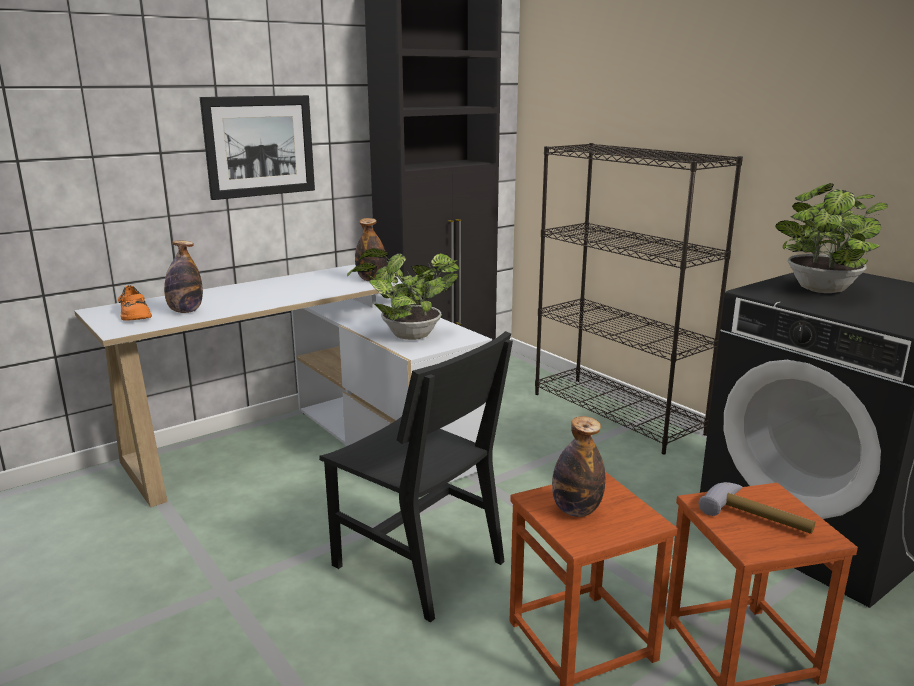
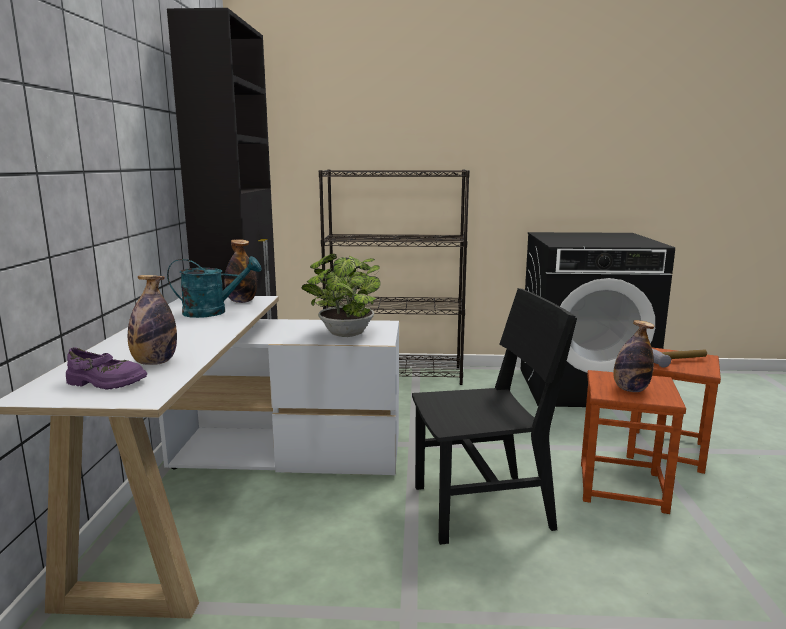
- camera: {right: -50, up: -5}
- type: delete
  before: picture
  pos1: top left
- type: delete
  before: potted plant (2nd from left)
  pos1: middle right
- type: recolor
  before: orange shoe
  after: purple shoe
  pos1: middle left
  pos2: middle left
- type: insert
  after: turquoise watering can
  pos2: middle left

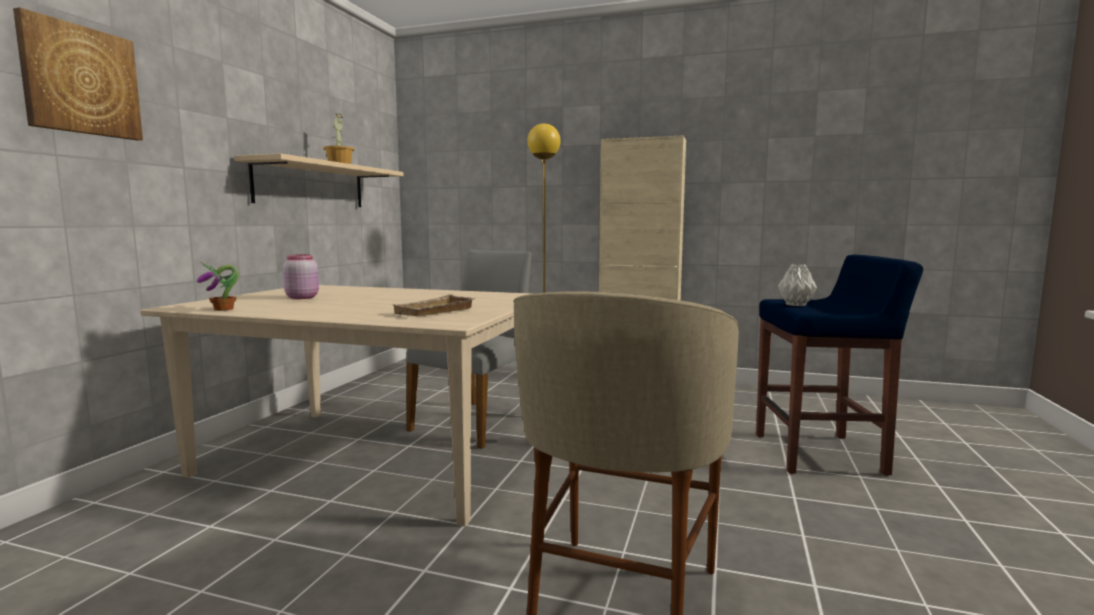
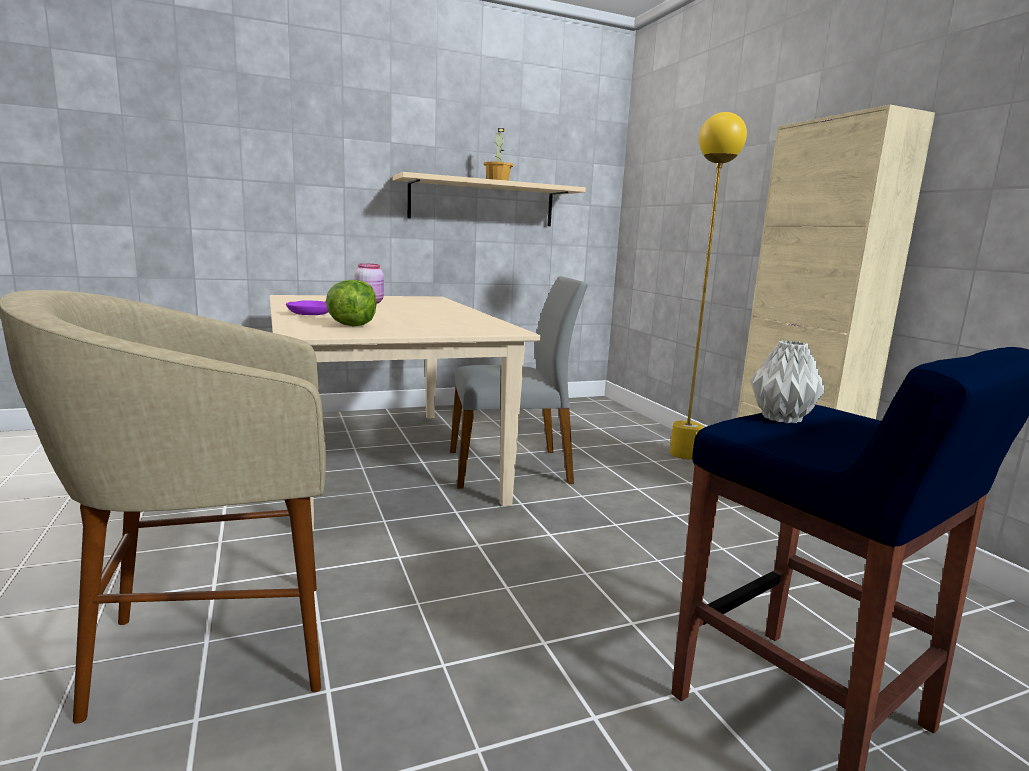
- camera: {right: 50, up: 5}
- type: delete
  before: picture
  pos1: top left
- type: delete
  before: potted plant (1st from left)
  pos1: middle left
- type: replace
  before: beige tray
  after: lettuce
  pos1: centre
  pos2: centre
- type: insert
  after: purple bowl
  pos2: middle left

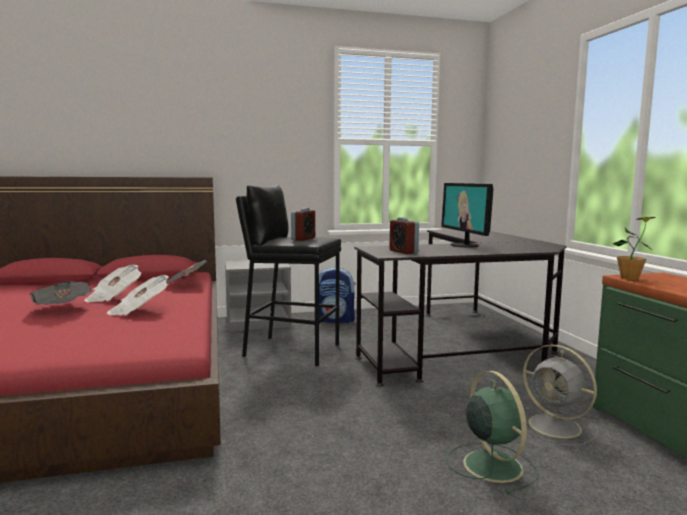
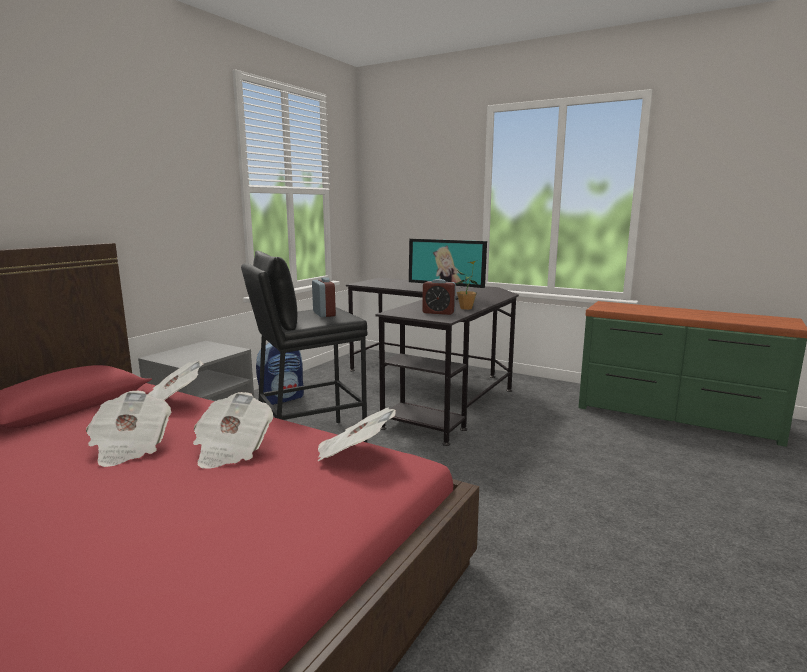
- camera: {right: -45, up: 5}
- type: move
  before: potted plant
  pos1: middle right
  pos2: centre
- type: move
  before: newspaper (1st from left in the first image)
  after: newspaper (4th from left)
  pos1: middle left
  pos2: centre
- type: delete
  before: grey fan
  pos1: bottom right
- type: delete
  before: green fan
  pos1: bottom right

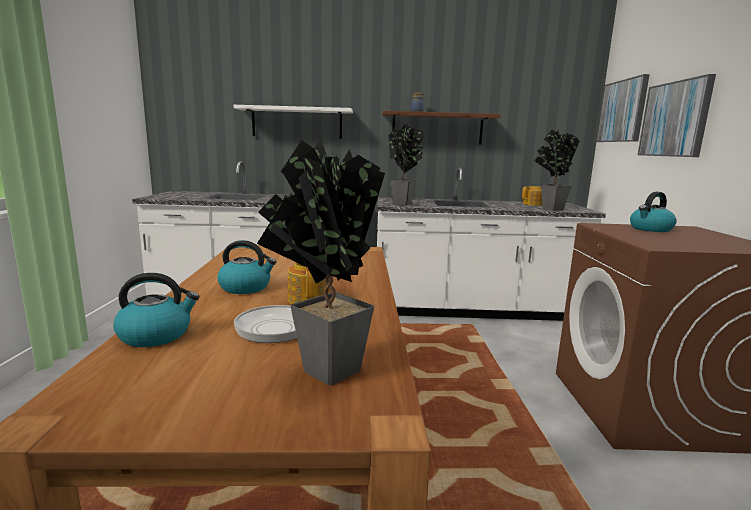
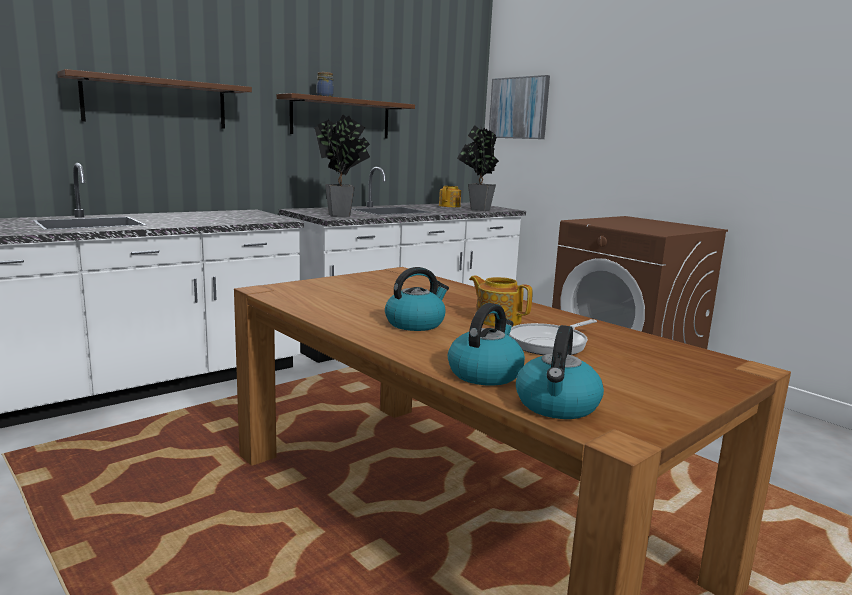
- camera: {right: -40, up: 0}
- type: delete
  before: picture (2nd from left)
  pos1: top right
- type: recolor
  before: white shelf
  after: brown shelf (1st from left)
  pos1: top centre
  pos2: top left
- type: delete
  before: potted plant (1st from left)
  pos1: centre
- type: move
  before: kettle (3rd from left)
  pos1: middle right
  pos2: centre

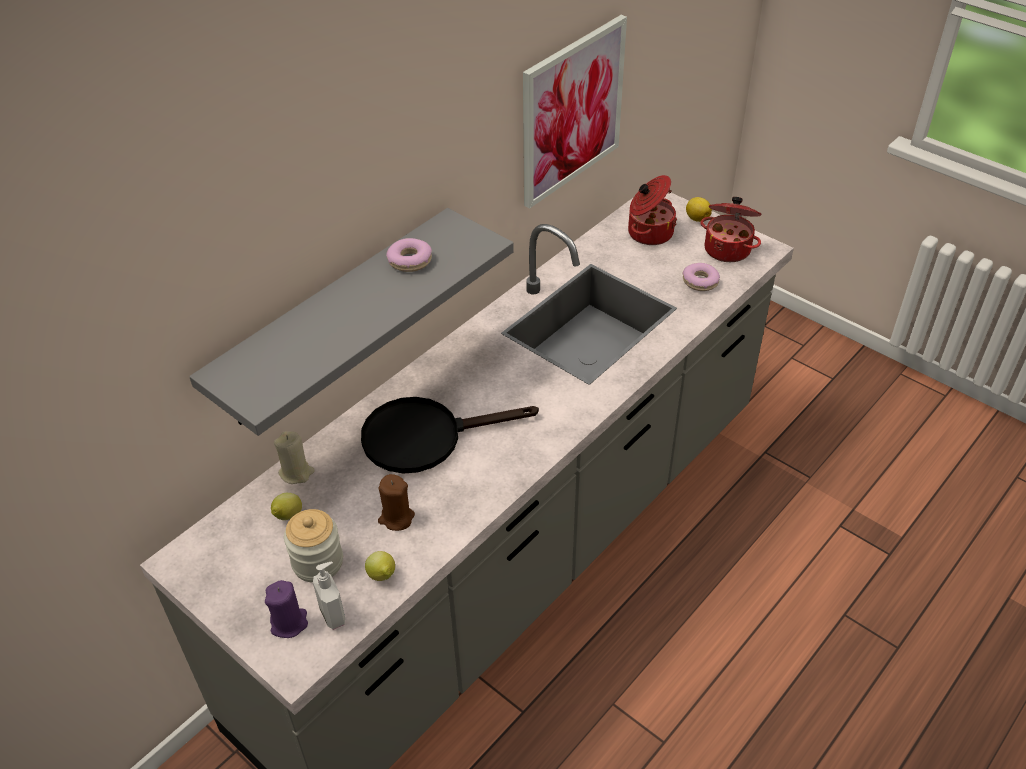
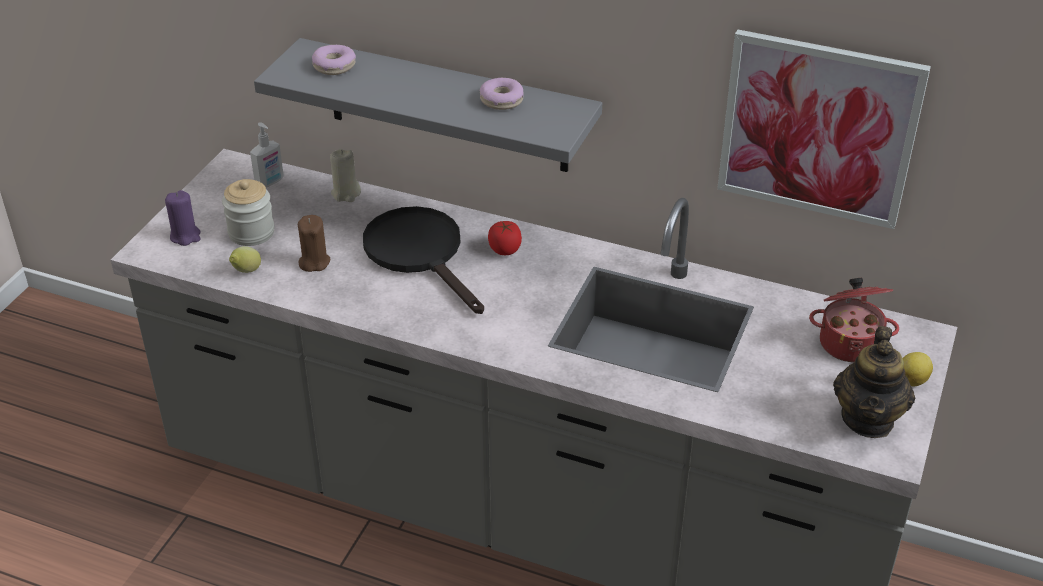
- camera: {right: 70, up: -5}
- type: replace
  before: cooking pot (2nd from left)
  after: teapot
  pos1: top right
  pos2: middle right
- type: move
  before: donut (2nd from left in the first image)
  after: donut (1st from left)
  pos1: middle right
  pos2: top left
- type: delete
  before: lemon (1st from left)
  pos1: middle left
- type: move
  before: soap dispenser
  pos1: bottom left
  pos2: top left
- type: insert
  after: tomato
  pos2: centre

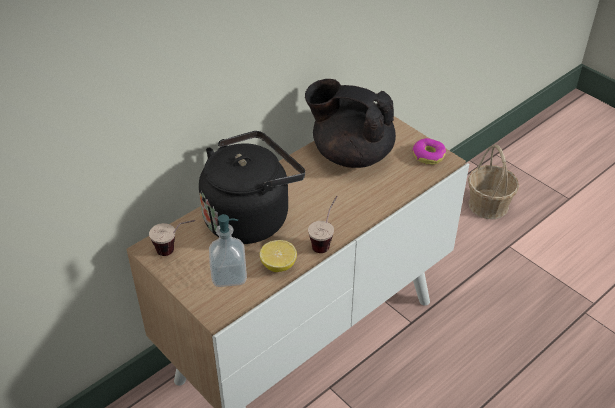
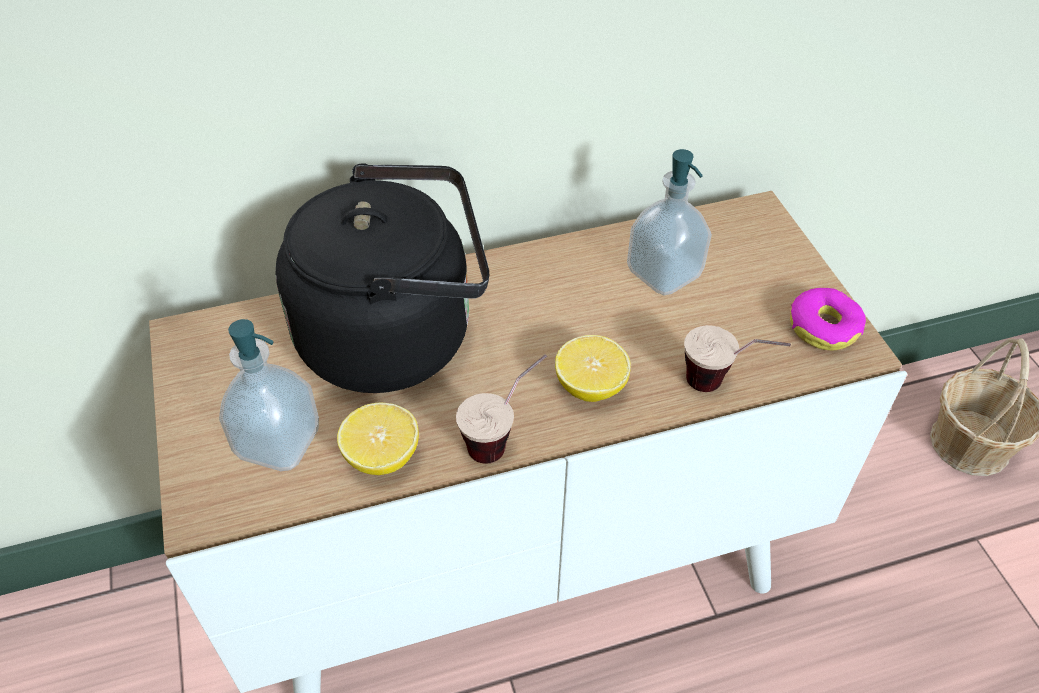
- camera: {right: 25, up: 5}
- type: replace
  before: black teapot
  after: soap dispenser (2nd from left)
  pos1: top centre
  pos2: top centre
- type: move
  before: cup (1st from left in the first image)
  after: cup (2nd from left)
  pos1: middle left
  pos2: middle right
- type: insert
  after: lemon (2nd from left)
  pos2: centre

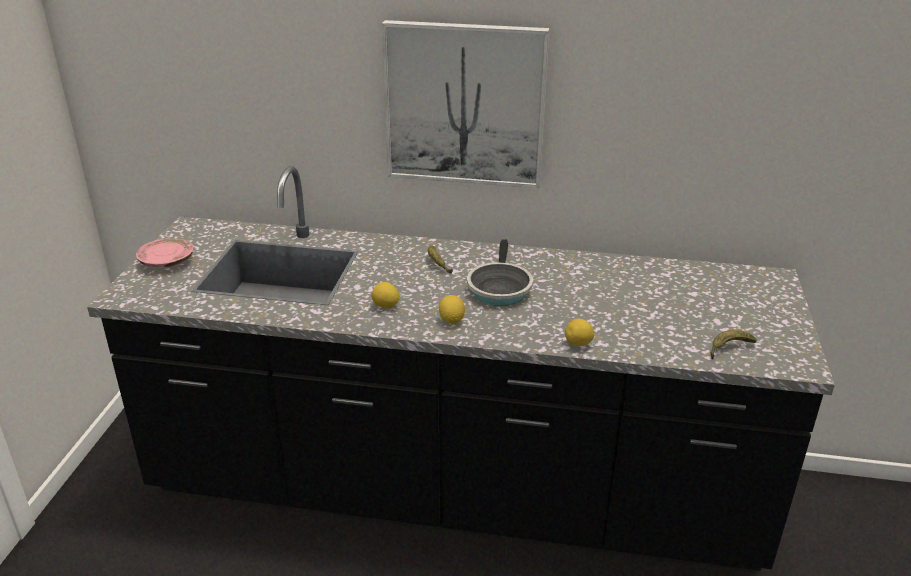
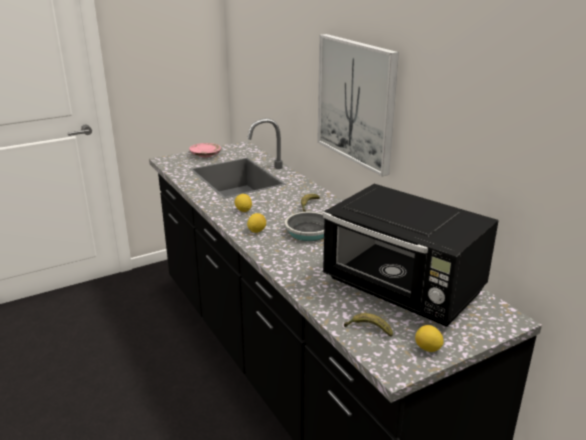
- camera: {right: 50, up: -5}
- type: move
  before: lemon (3rd from left)
  pos1: centre
  pos2: bottom right
- type: insert
  after: black microwave
  pos2: middle right

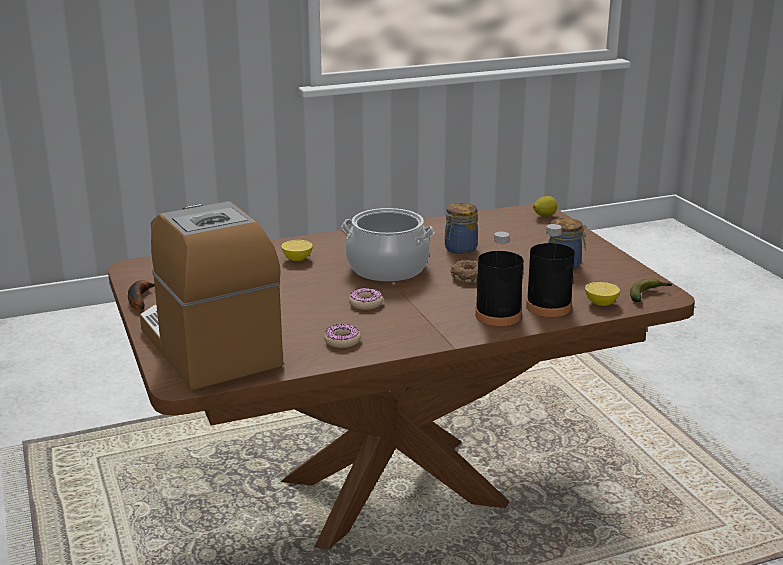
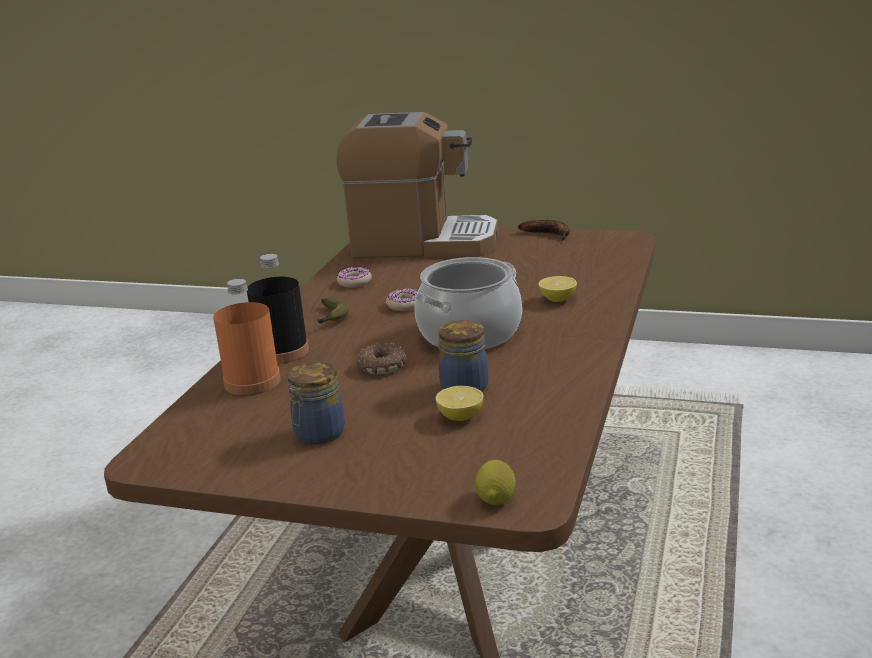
- camera: {right: 130, up: 0}
- type: recolor
  before: black bottle (2nd from left)
  after: orange bottle
  pos1: middle right
  pos2: middle left
- type: move
  before: banana (2nd from left in the first image)
  after: banana (1st from left)
  pos1: middle right
  pos2: centre
- type: move
  before: lemon (3rd from left in the first image)
  after: lemon (1st from left)
  pos1: middle right
  pos2: centre

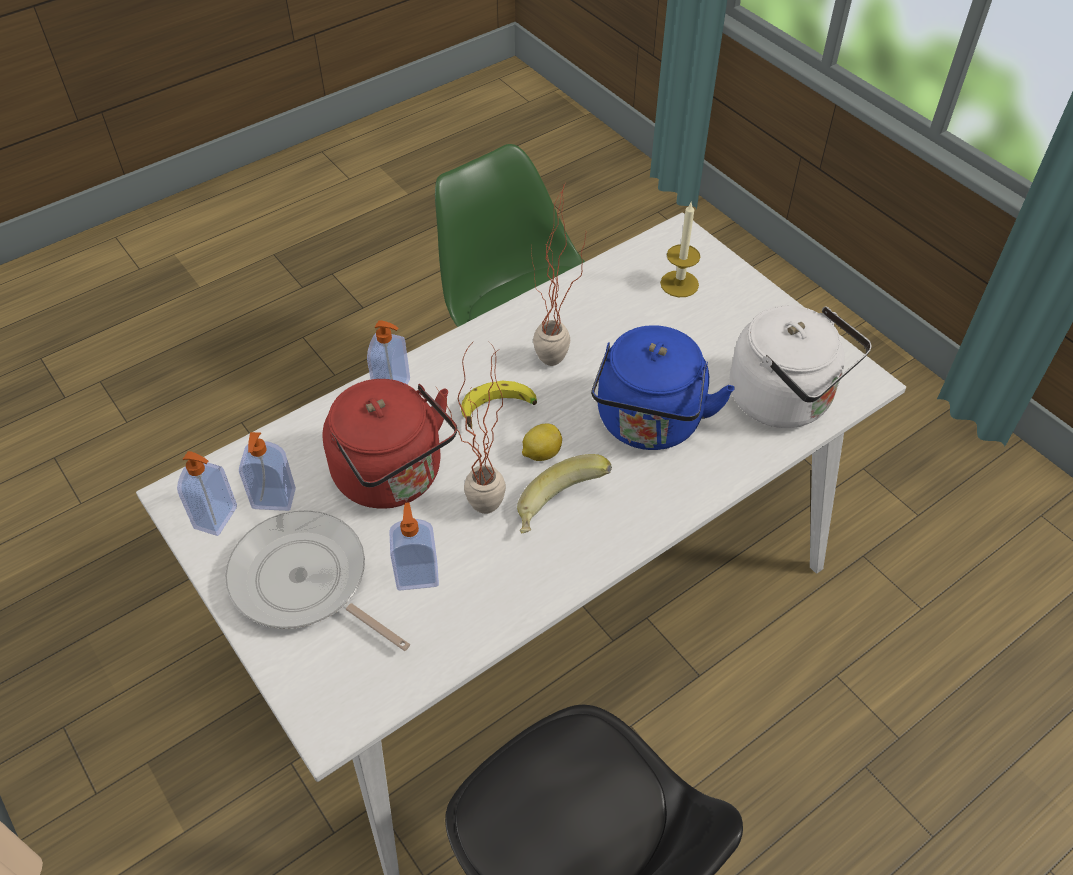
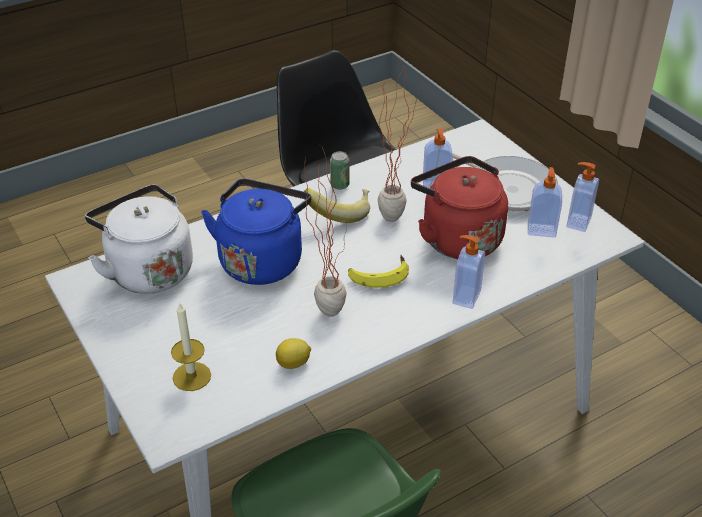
- camera: {right: -175, up: -10}
- type: move
  before: lemon
  pos1: centre
  pos2: bottom centre
- type: insert
  after: can
  pos2: top centre

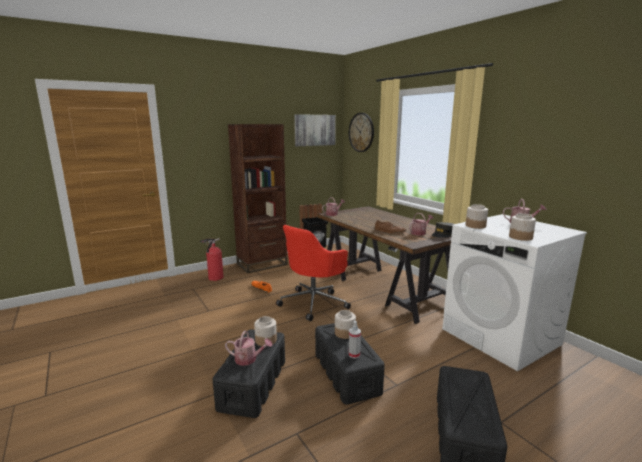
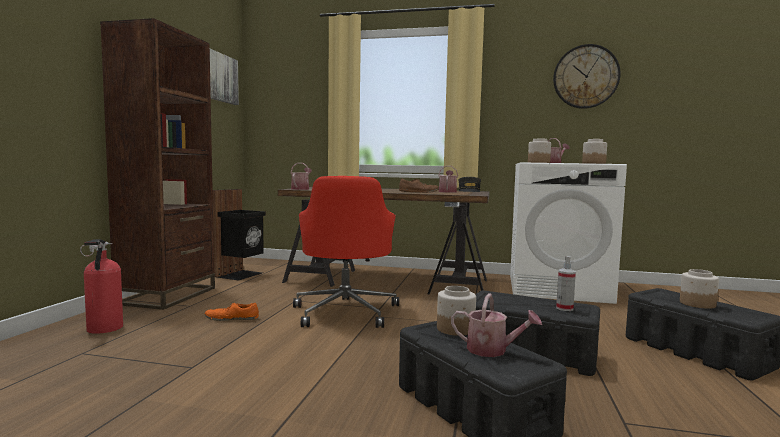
- camera: {right: -45, up: -10}
- type: move
  before: wall clock
  pos1: top centre
  pos2: top right
- type: move
  before: jar (2nd from left in the first image)
  after: jar (4th from left)
  pos1: bottom centre
  pos2: middle right
- type: rotate
  before: watering can (1st from left in the first image)
  pos1: bottom centre
  pos2: bottom centre
  turn: 60

